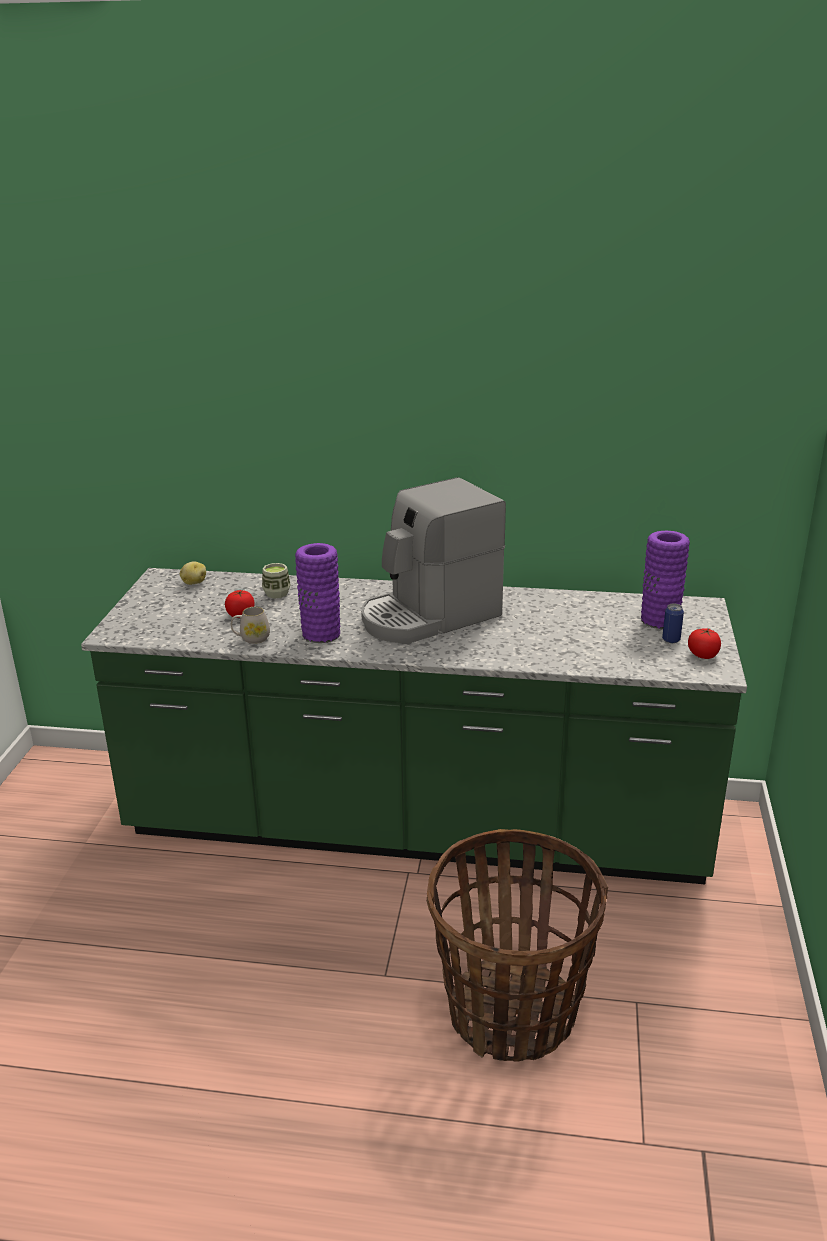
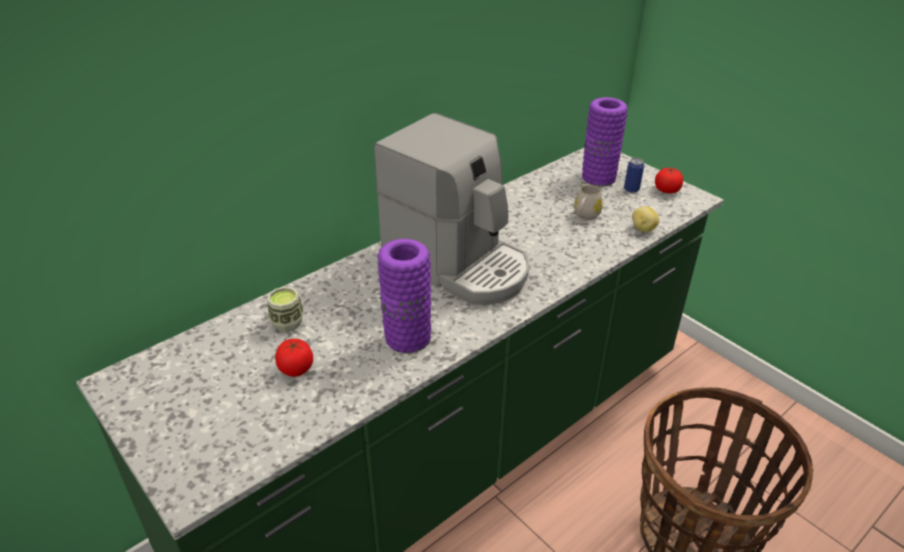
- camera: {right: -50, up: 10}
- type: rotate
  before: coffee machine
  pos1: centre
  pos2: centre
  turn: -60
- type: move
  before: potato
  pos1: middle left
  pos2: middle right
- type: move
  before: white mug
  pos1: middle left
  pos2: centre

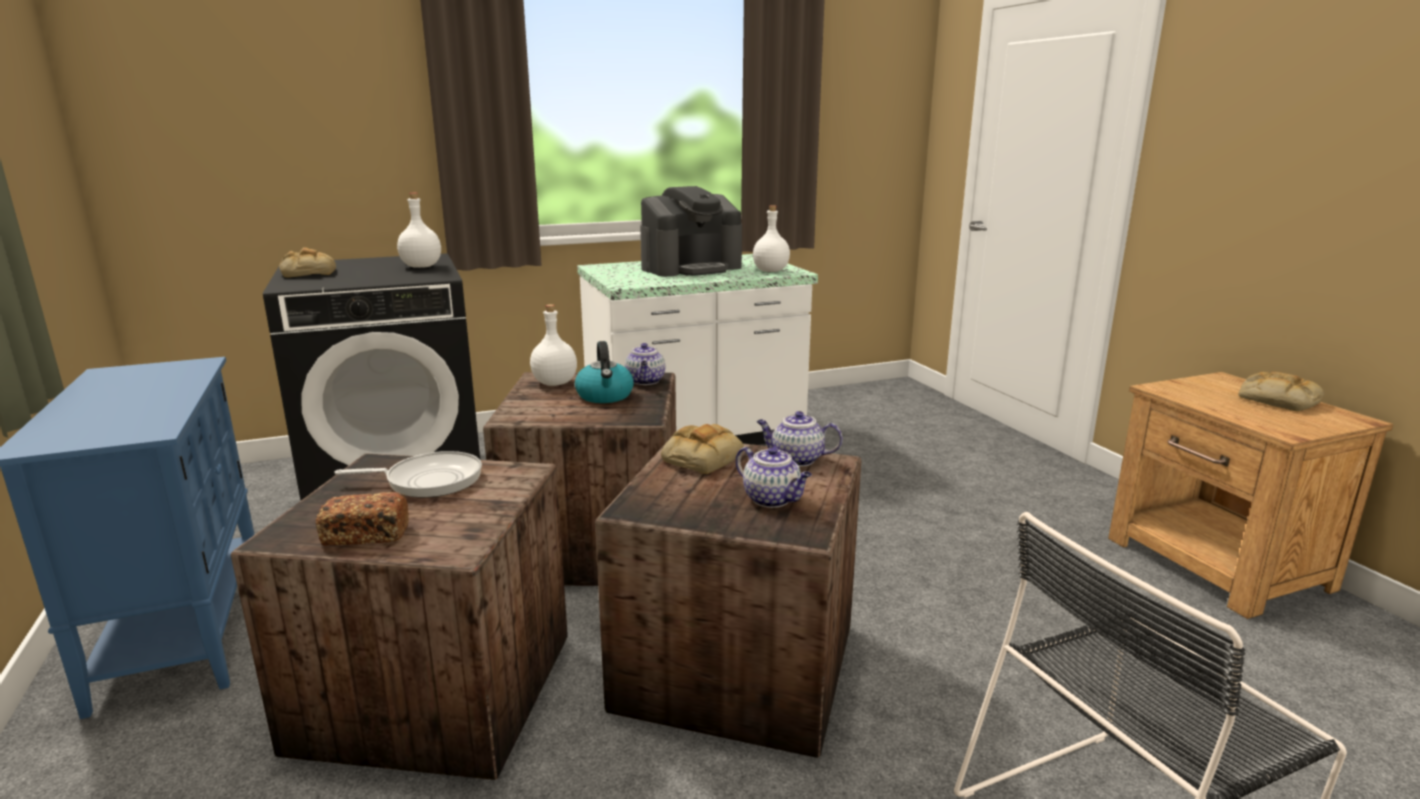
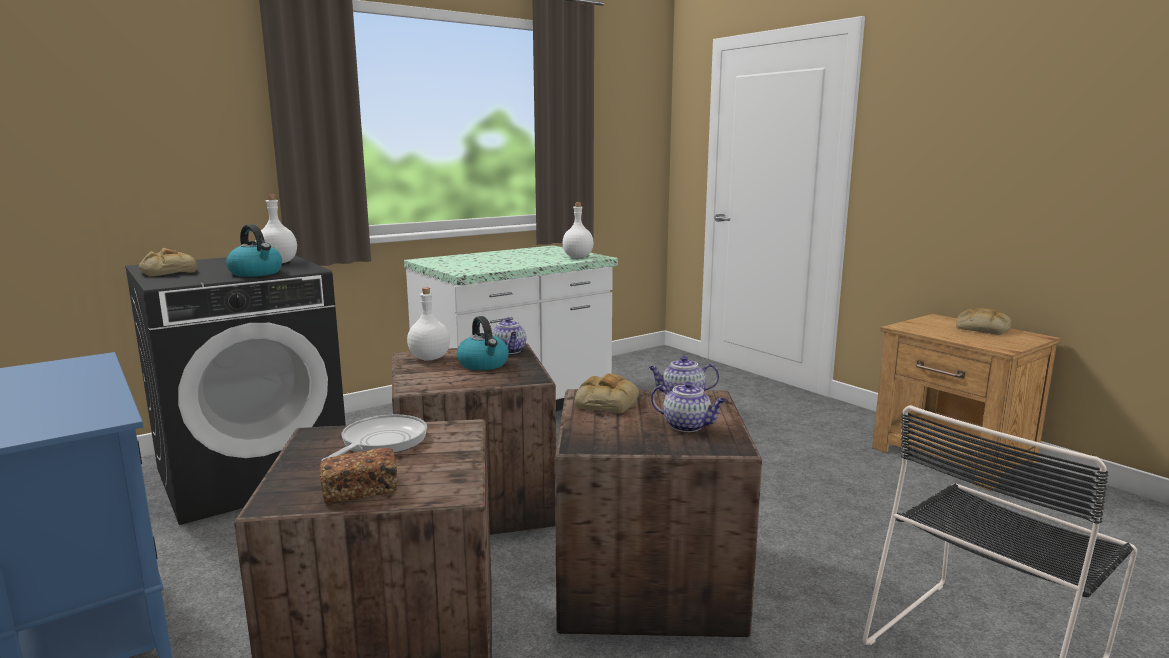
- camera: {right: -15, up: -5}
- type: delete
  before: coffee machine
  pos1: top centre
- type: rotate
  before: frying pan
  pos1: middle left
  pos2: middle left
  turn: -45
- type: insert
  after: kettle (1st from left)
  pos2: middle left

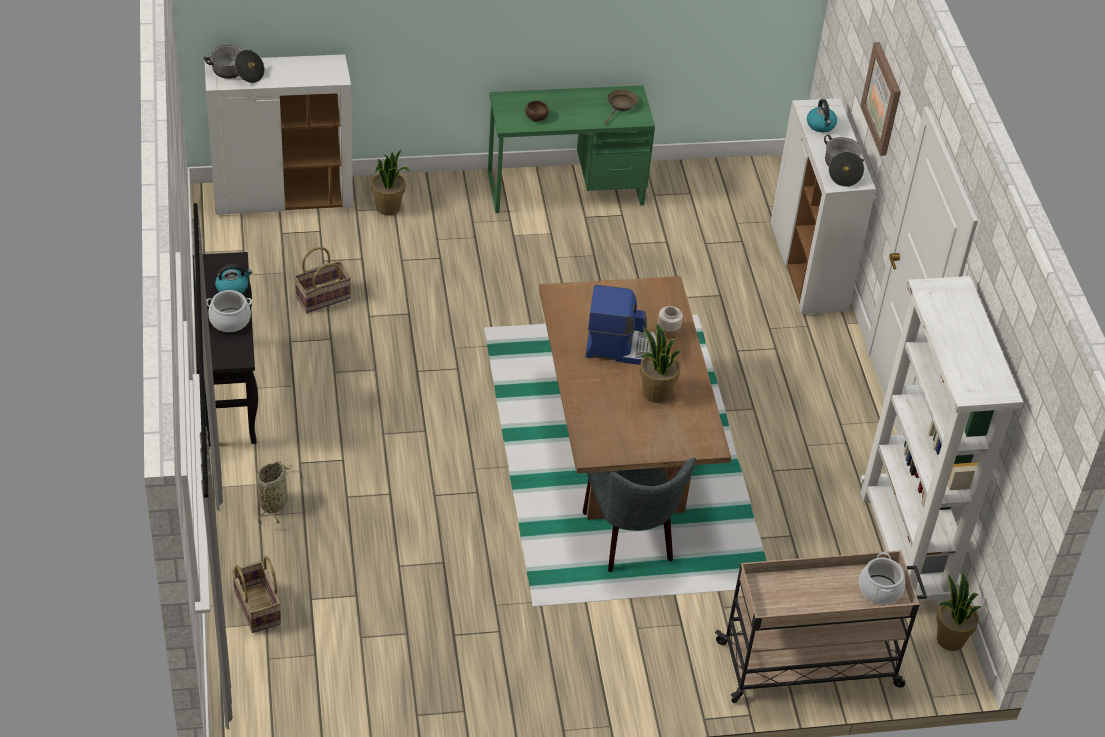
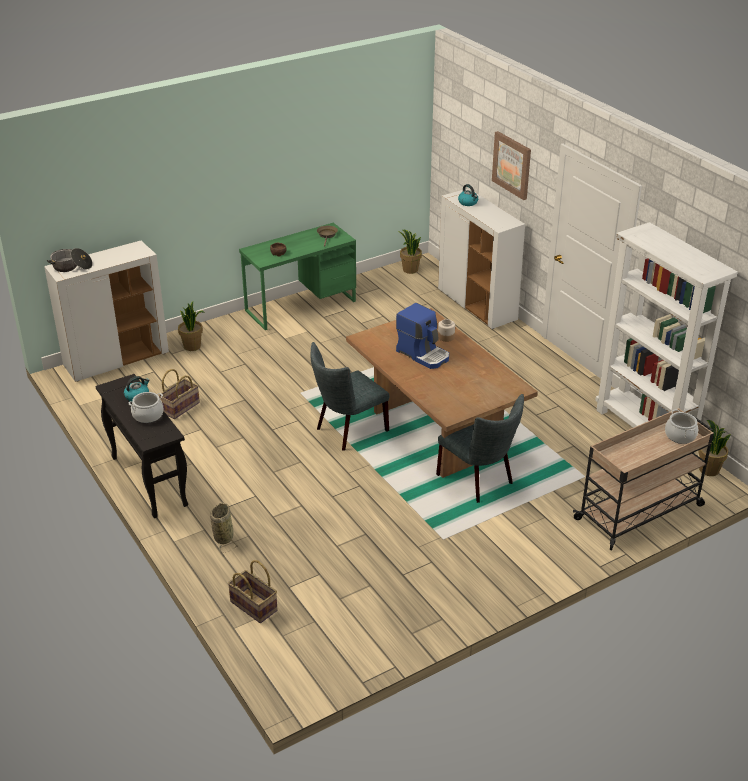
- camera: {right: -20, up: -10}
- type: delete
  before: cooking pot (3rd from left)
  pos1: top right
- type: rotate
  before: coffee machine
  pos1: centre
  pos2: centre
  turn: 60
- type: move
  before: potted plant (2nd from left)
  pos1: centre
  pos2: top centre
- type: insert
  after: grey chair (1st from left)
  pos2: centre

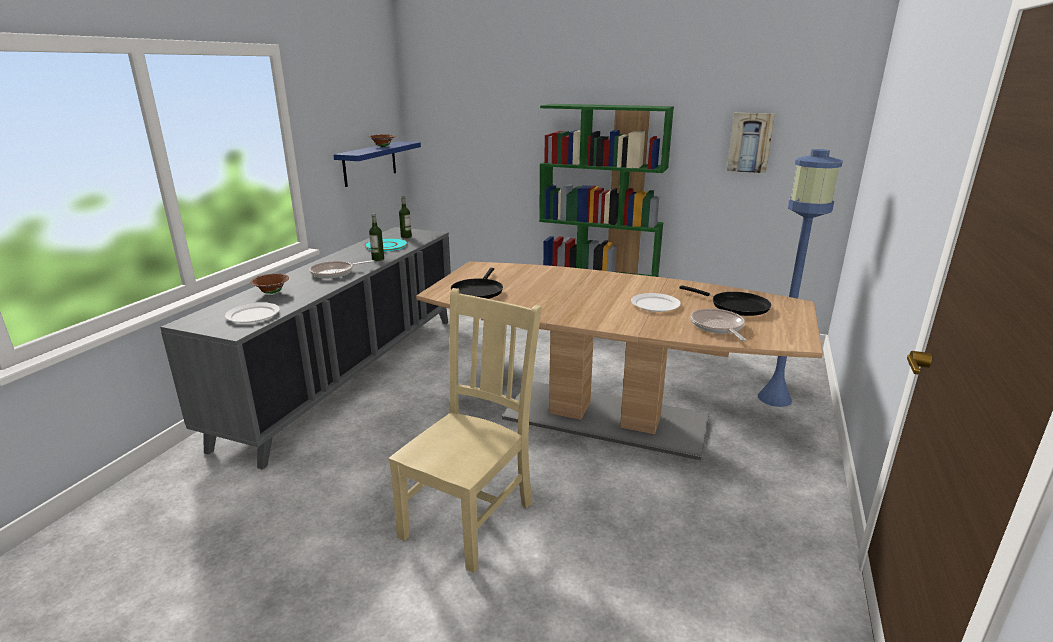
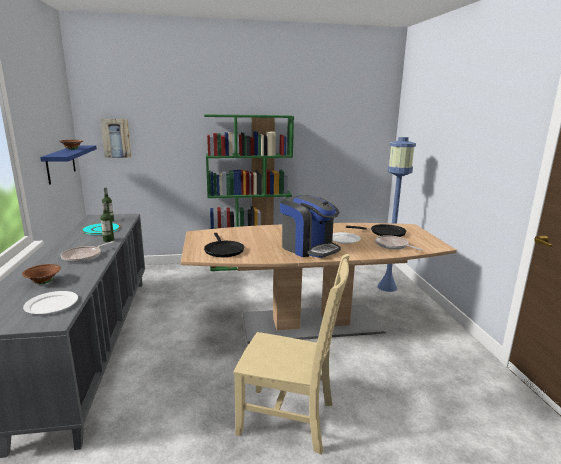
- camera: {right: -30, up: -5}
- type: move
  before: picture
  pos1: top right
  pos2: top left
- type: rotate
  before: beige chair
  pos1: bottom centre
  pos2: bottom centre
  turn: 105
- type: insert
  after: coffee machine
  pos2: centre

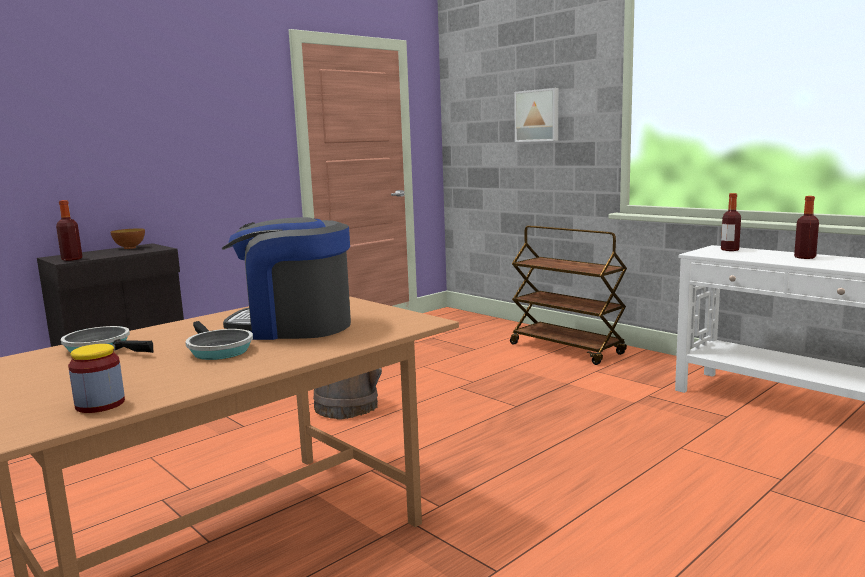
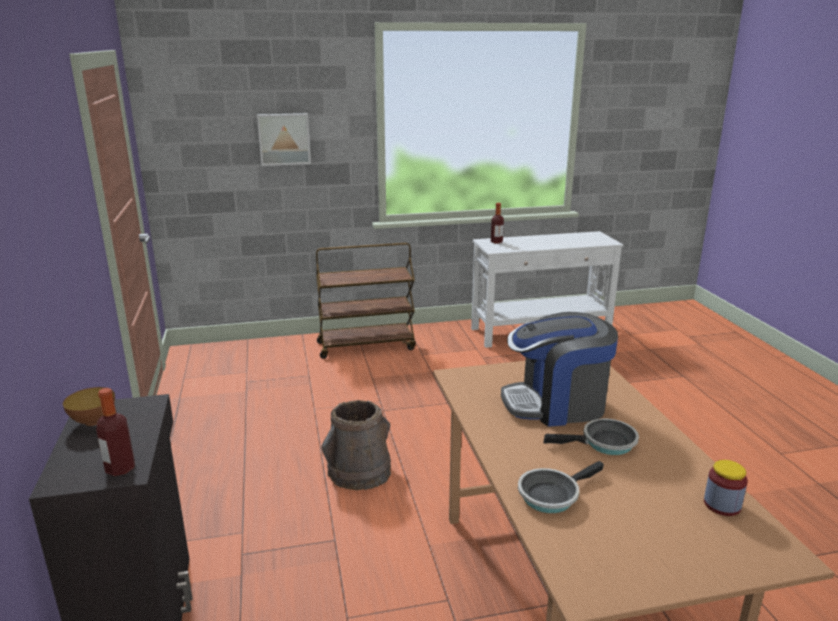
- camera: {right: -60, up: 10}
- type: delete
  before: bottle (3rd from left)
  pos1: middle right
- type: rotate
  before: coffee machine
  pos1: middle left
  pos2: middle right
  turn: 45

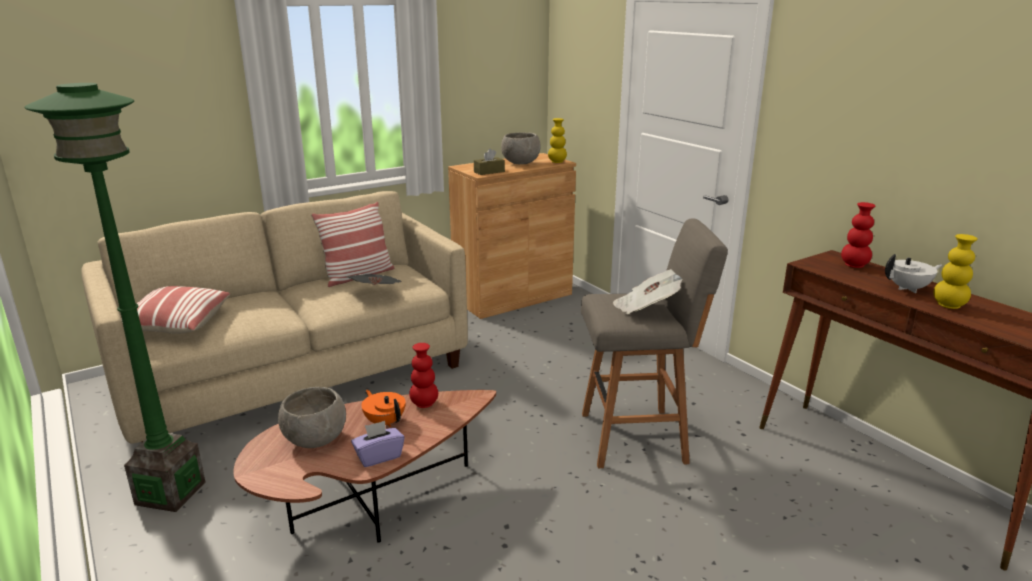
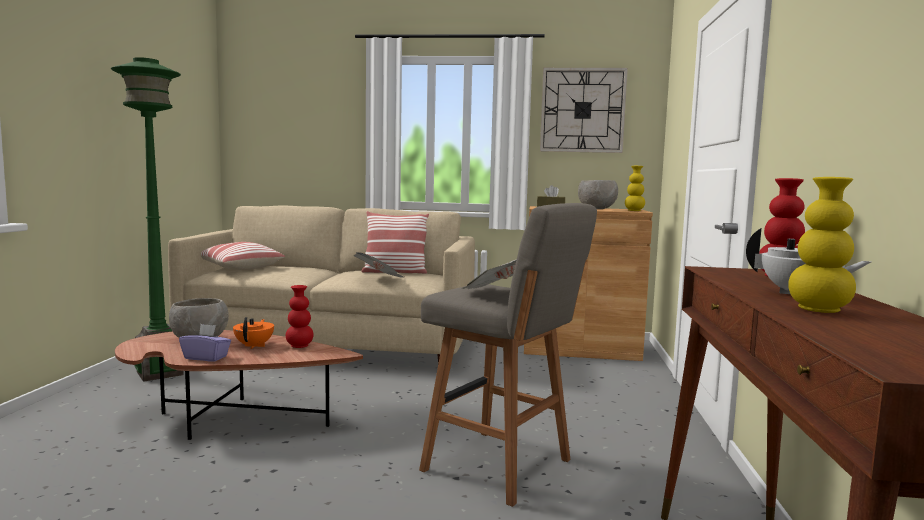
- camera: {right: 40, up: -15}
- type: insert
  after: wall clock
  pos2: top centre

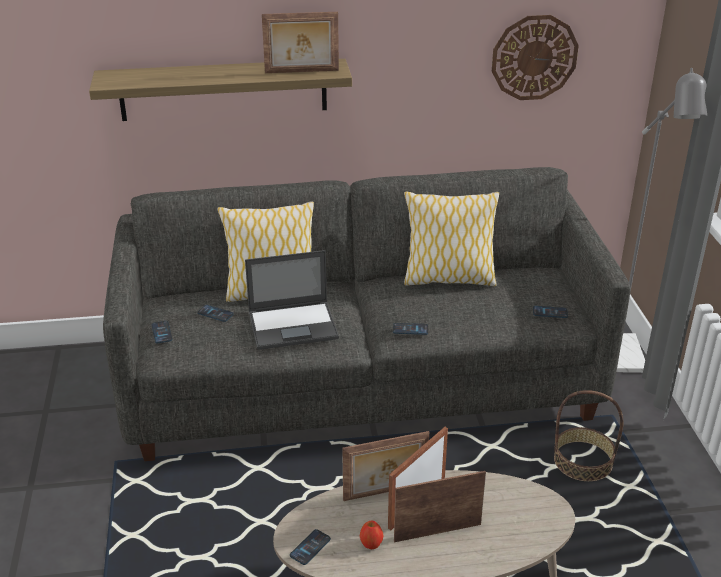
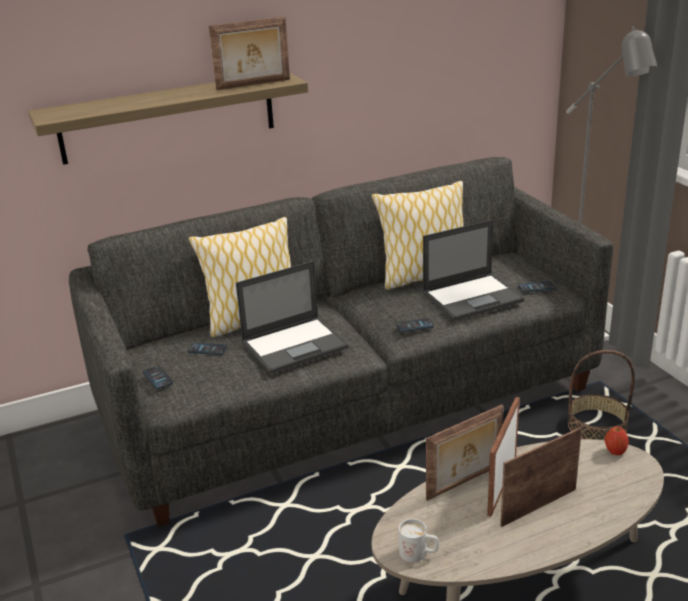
- camera: {right: -15, up: -5}
- type: delete
  before: wall clock
  pos1: top right
- type: move
  before: apple
  pos1: bottom centre
  pos2: bottom right
- type: replace
  before: phone (3rd from left)
  after: white mug
  pos1: bottom centre
  pos2: bottom centre
- type: insert
  after: laptop (2nd from left)
  pos2: middle right

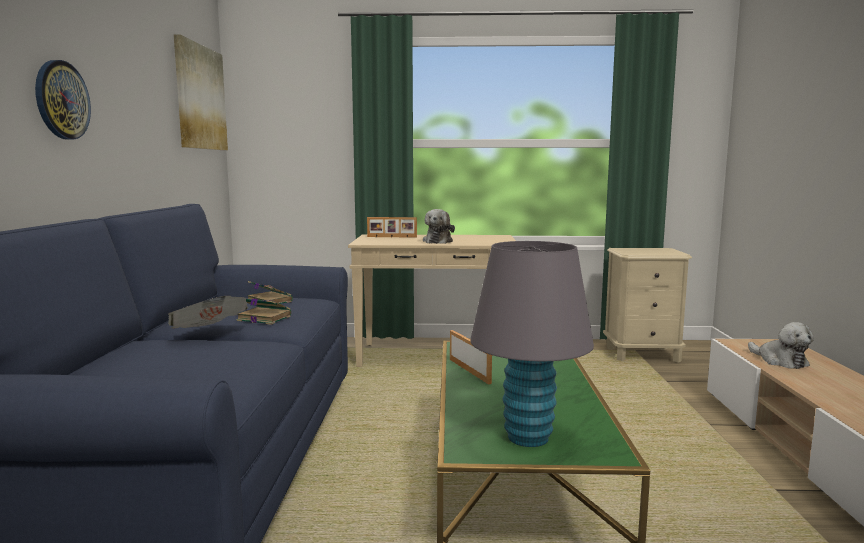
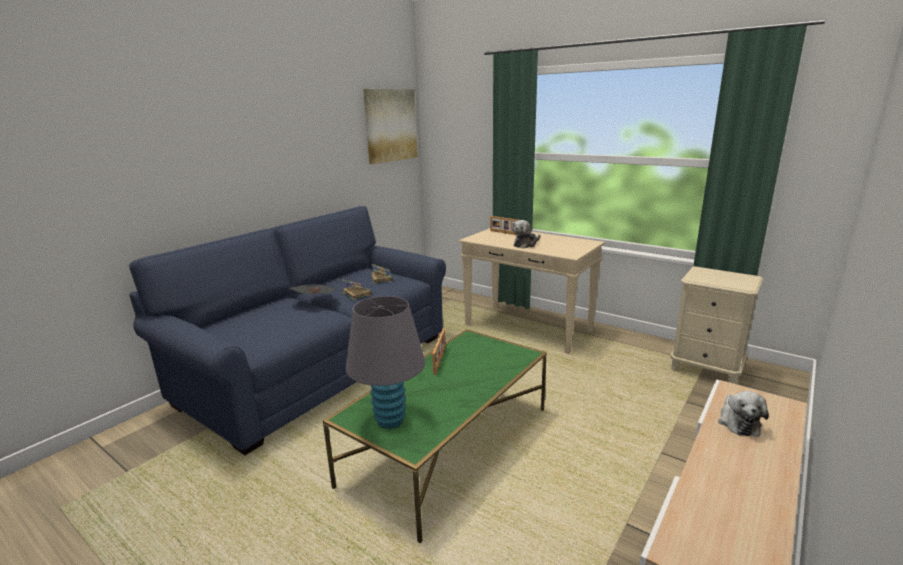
- camera: {right: 35, up: 10}
- type: delete
  before: wall clock
  pos1: top left

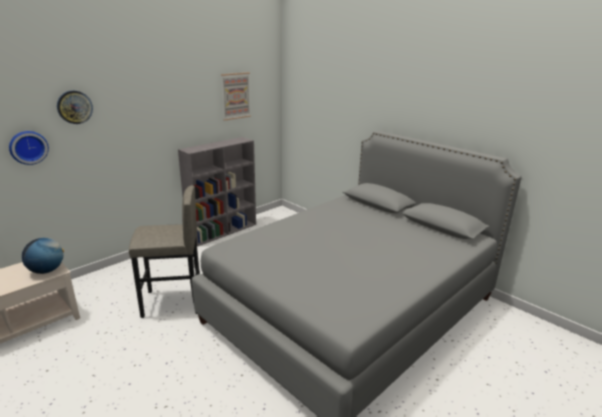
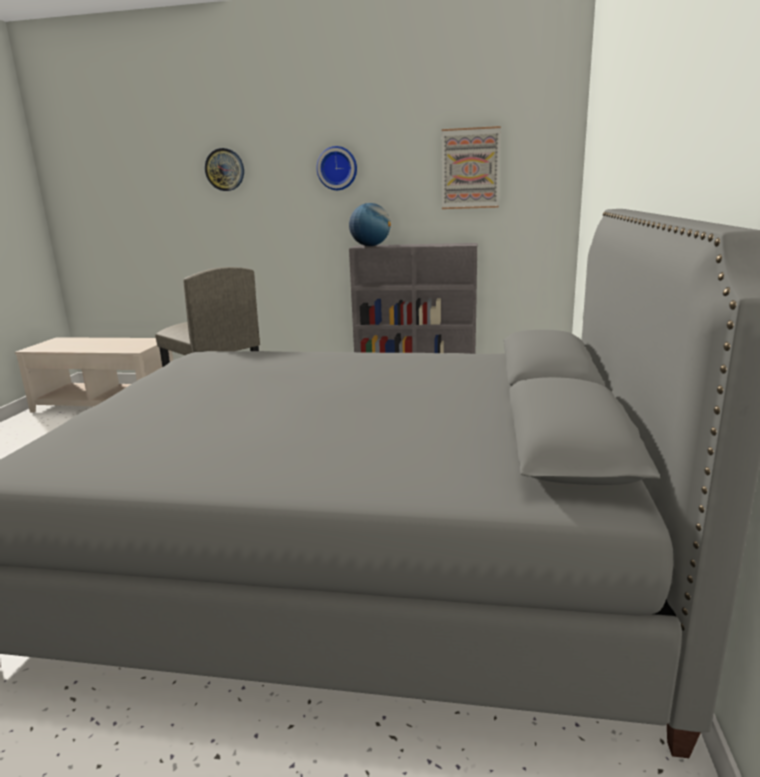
- camera: {right: 55, up: -5}
- type: move
  before: wall clock (1st from left in the first image)
  after: wall clock (2nd from left)
  pos1: middle left
  pos2: top centre
- type: move
  before: globe
  pos1: middle left
  pos2: top centre

